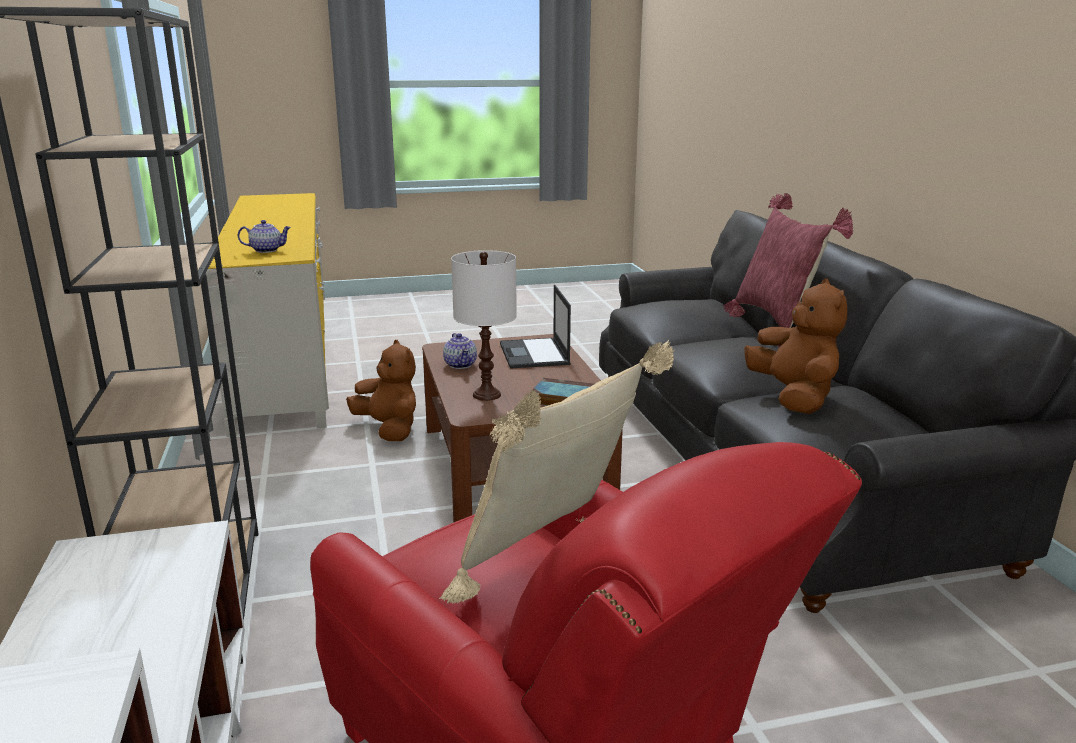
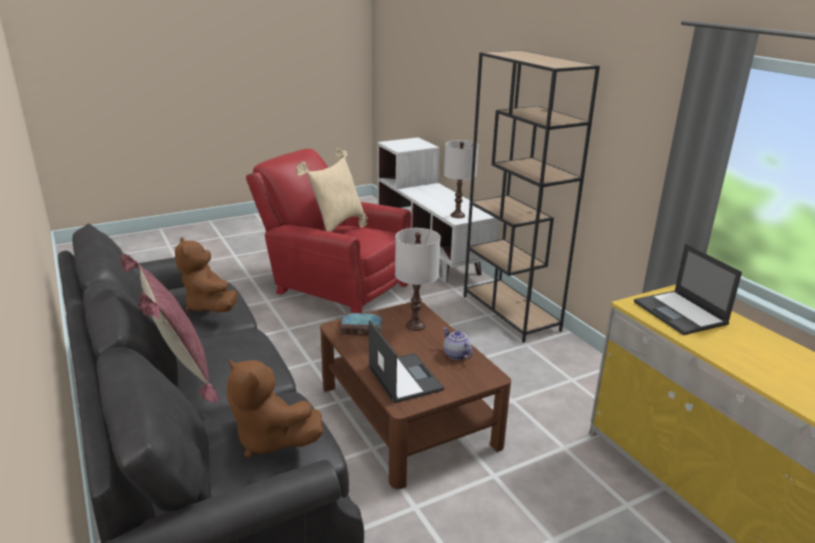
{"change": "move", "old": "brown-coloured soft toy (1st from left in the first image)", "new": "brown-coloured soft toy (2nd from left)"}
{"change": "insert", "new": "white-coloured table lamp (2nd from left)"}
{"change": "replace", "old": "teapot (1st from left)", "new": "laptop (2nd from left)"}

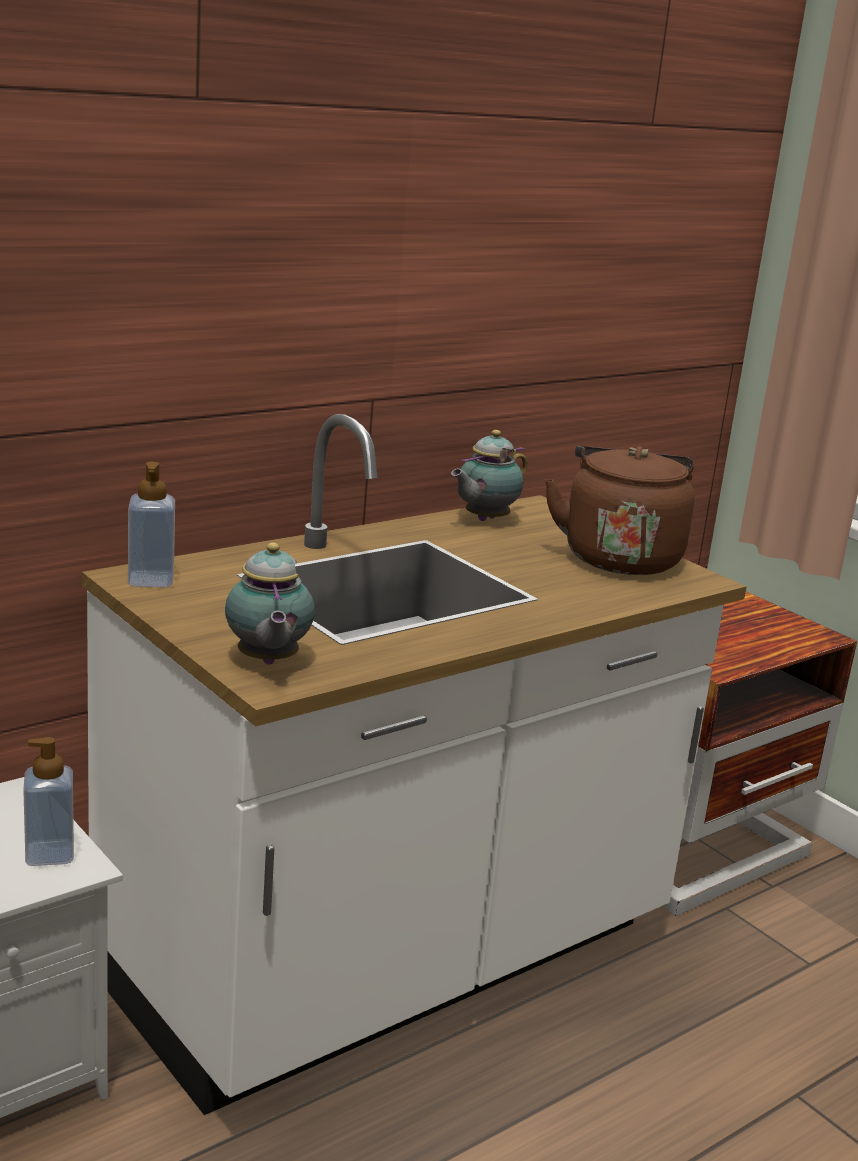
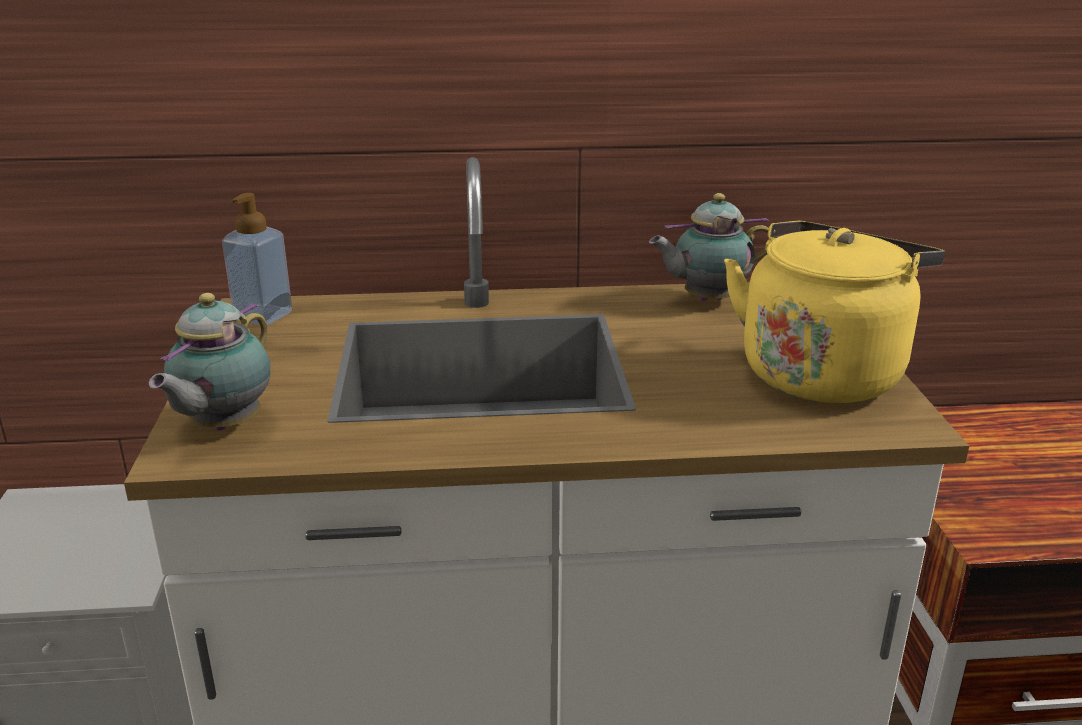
{"change": "recolor", "old": "brown-coloured tea kettle", "new": "yellow tea kettle"}
{"change": "delete", "old": "liquid soap bottle (1st from left)"}

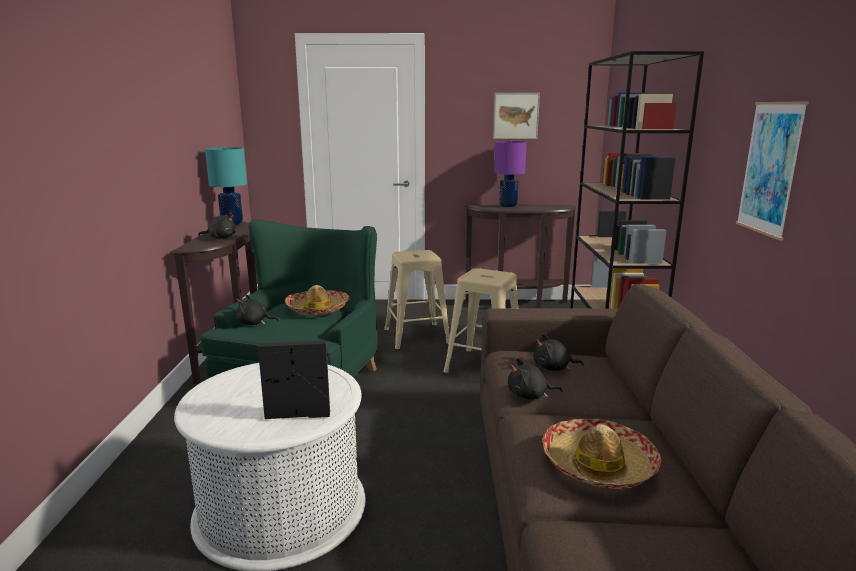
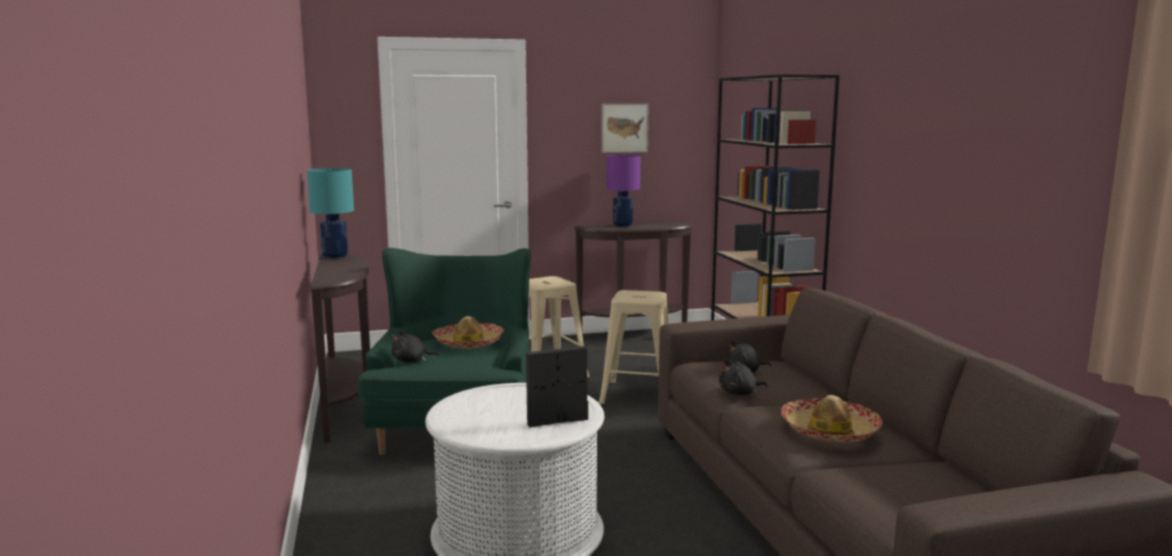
{"change": "delete", "old": "black-coloured soft toy (1st from left)"}
{"change": "delete", "old": "wall picture (2nd from left)"}

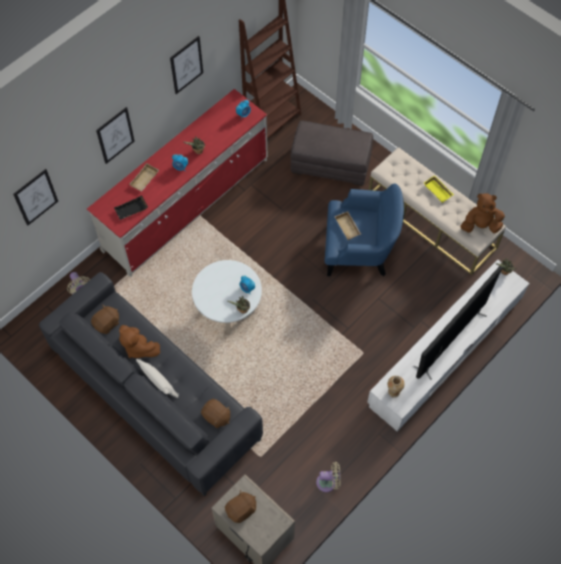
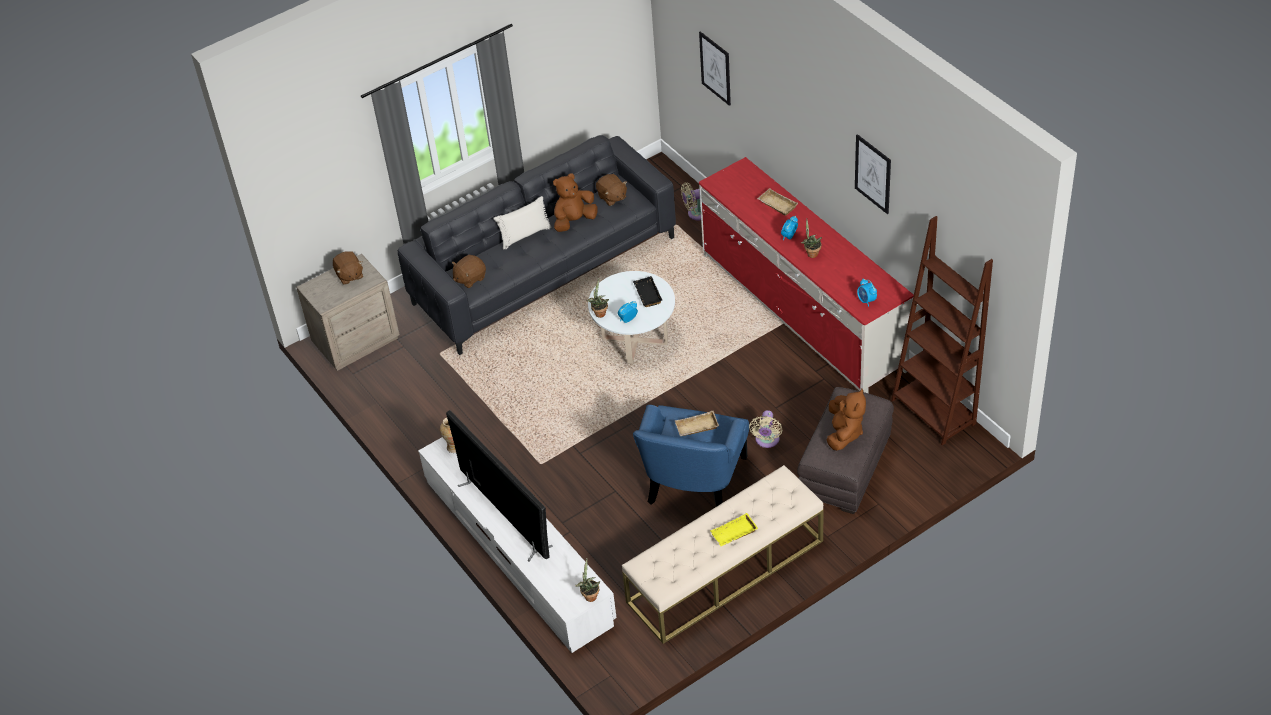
{"change": "move", "old": "black-coloured tray"}
{"change": "move", "old": "beige-coloured electric fan (2nd from left)"}
{"change": "move", "old": "brown-coloured soft toy (5th from left)"}
{"change": "delete", "old": "wall picture (2nd from left)"}

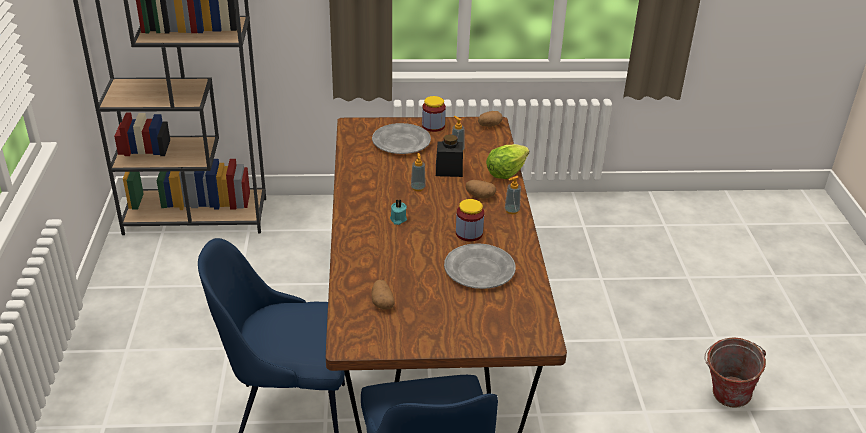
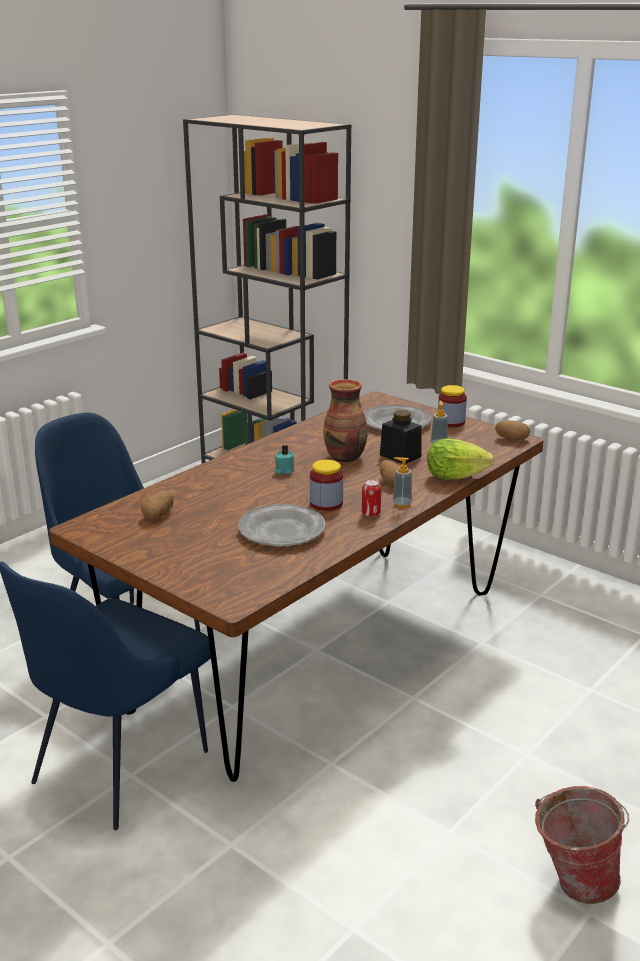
{"change": "replace", "old": "liquid soap bottle (1st from left)", "new": "flower vase"}
{"change": "insert", "new": "sealed can"}

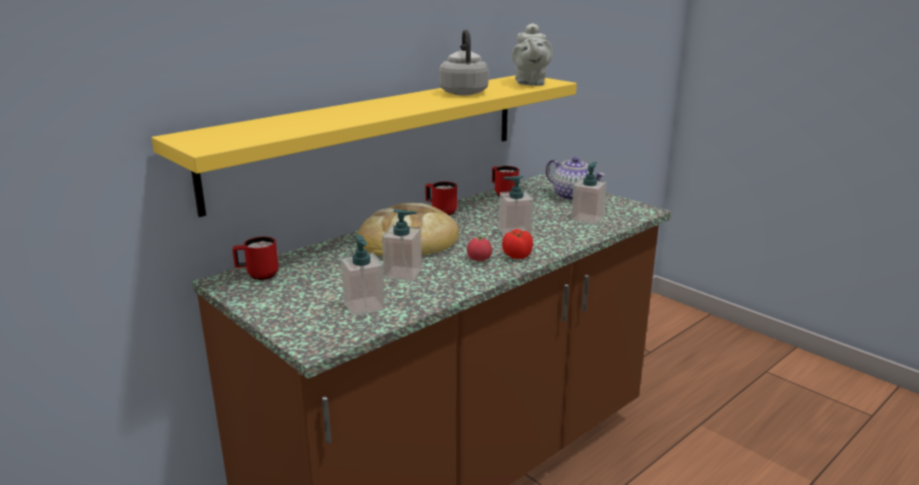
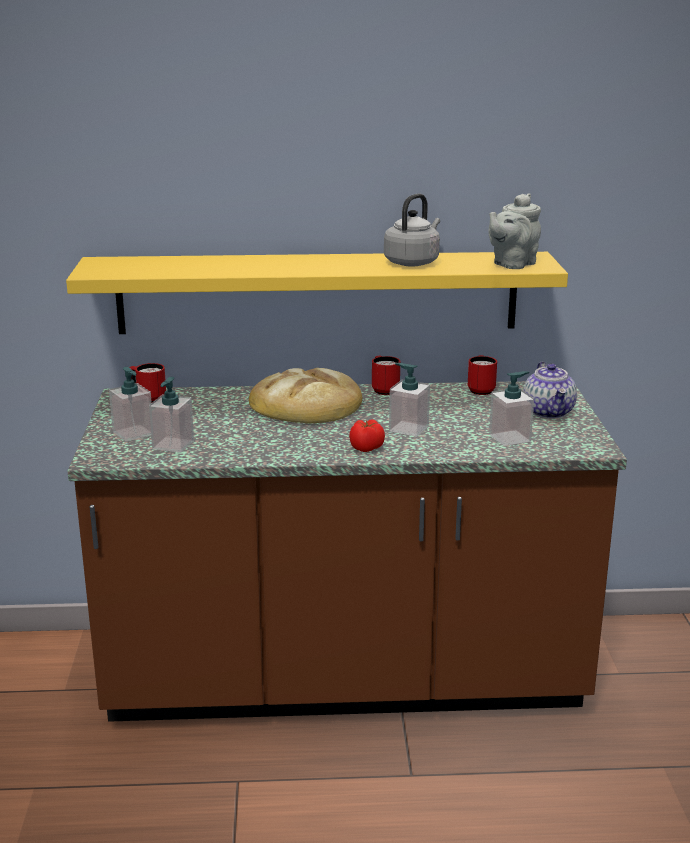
{"change": "move", "old": "liquid soap bottle (2nd from left in the first image)", "new": "liquid soap bottle (1st from left)"}
{"change": "delete", "old": "tomato (1st from left)"}

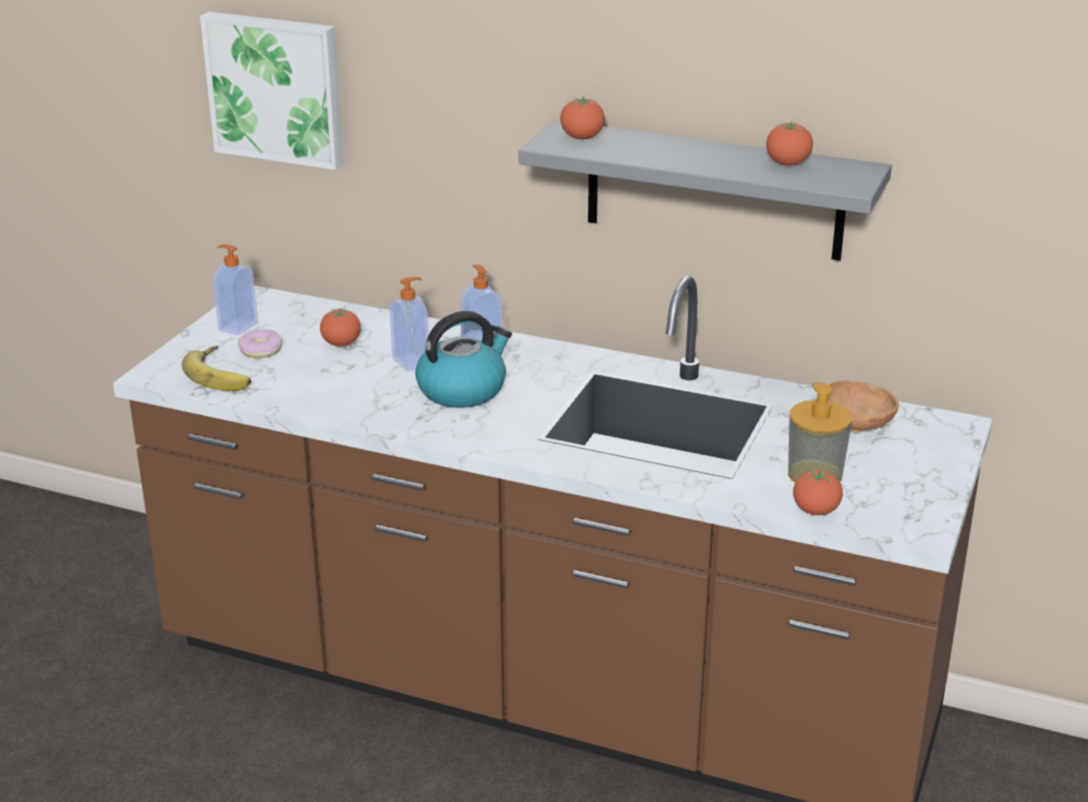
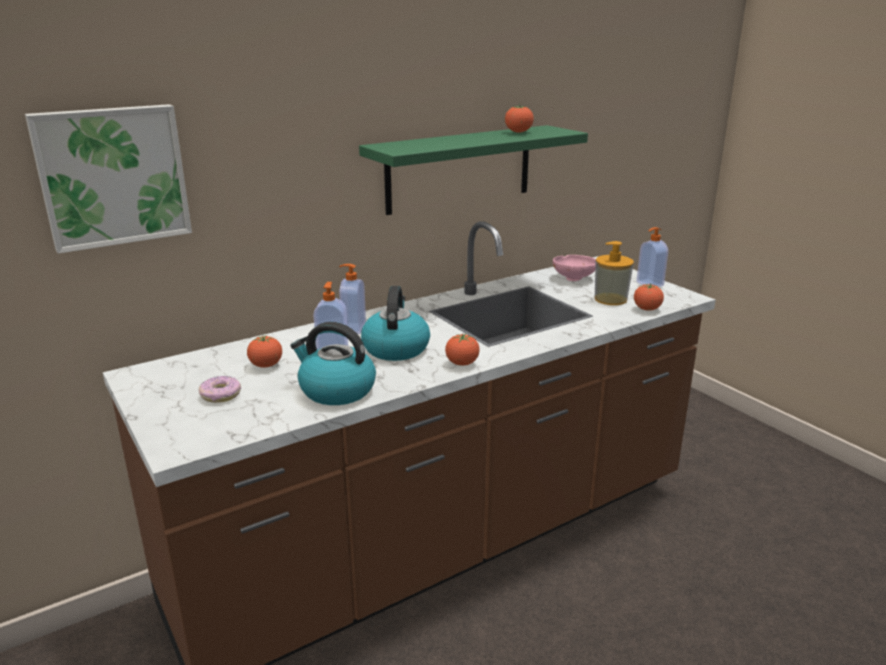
{"change": "insert", "new": "tea kettle (1st from left)"}
{"change": "recolor", "old": "greyish wall shelf", "new": "green-coloured wall shelf"}
{"change": "move", "old": "tomato (2nd from left)"}
{"change": "recolor", "old": "brown-coloured serving bowl", "new": "pink-coloured serving bowl"}
{"change": "move", "old": "liquid soap bottle (1st from left in the first image)", "new": "liquid soap bottle (4th from left)"}
{"change": "delete", "old": "banana"}

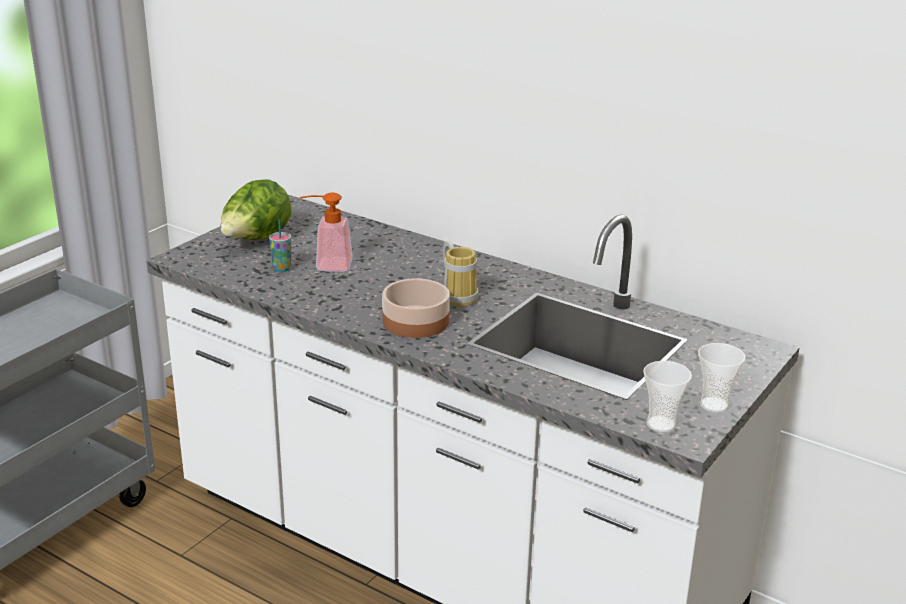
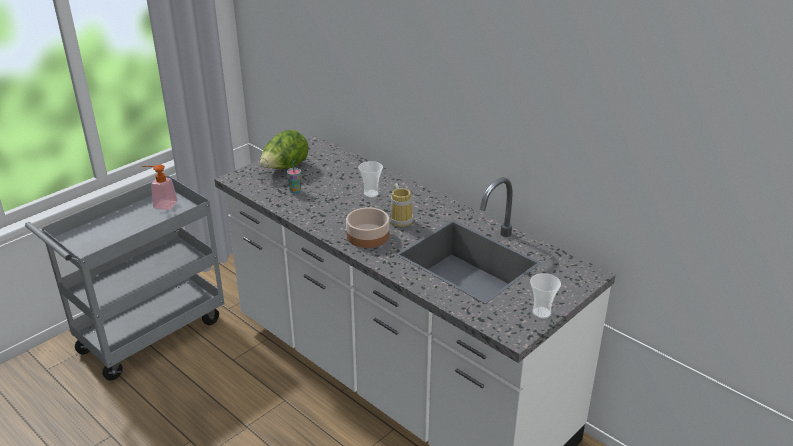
{"change": "move", "old": "liquid soap bottle"}
{"change": "move", "old": "small cup (2nd from left)"}

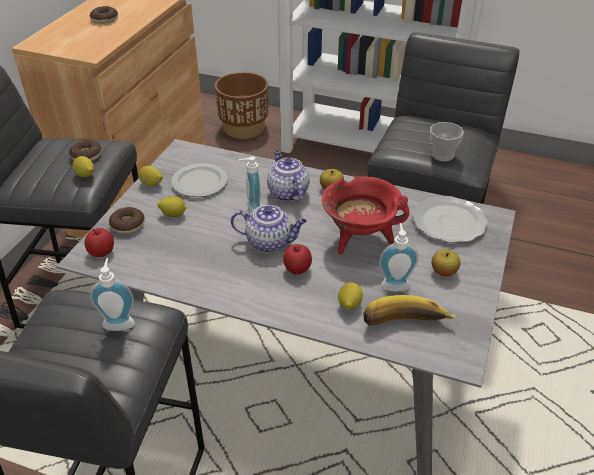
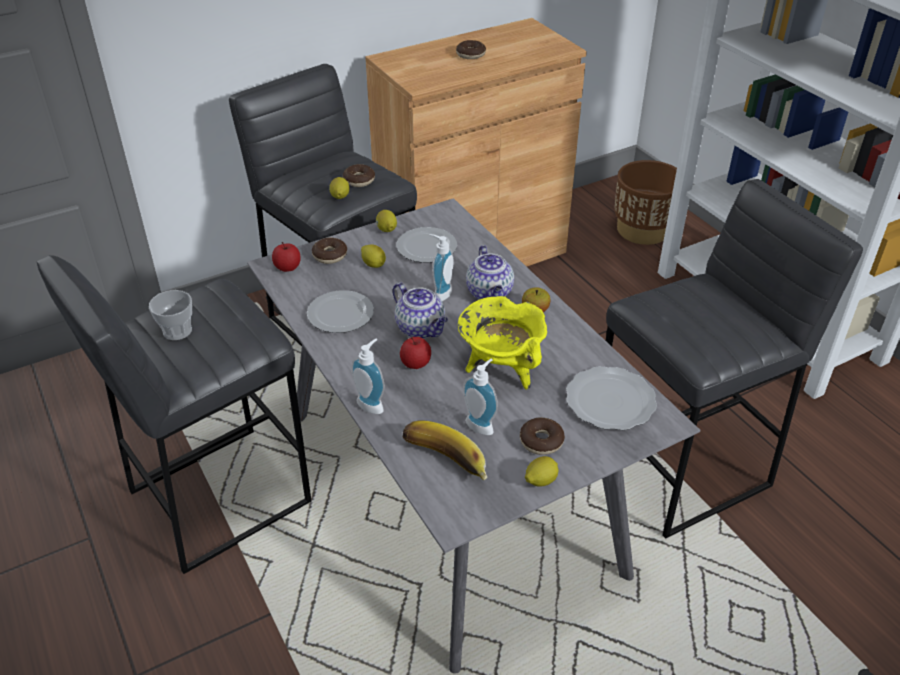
{"change": "move", "old": "small cup"}
{"change": "insert", "new": "plate (1st from left)"}
{"change": "move", "old": "liquid soap bottle (1st from left)"}
{"change": "recolor", "old": "red-coloured stockpot", "new": "yellow stockpot"}
{"change": "rotate", "old": "teapot (2nd from left)", "degrees": 150}
{"change": "replace", "old": "whole apple (4th from left)", "new": "ring doughnut (4th from left)"}
{"change": "move", "old": "citrus fruit (4th from left)"}

